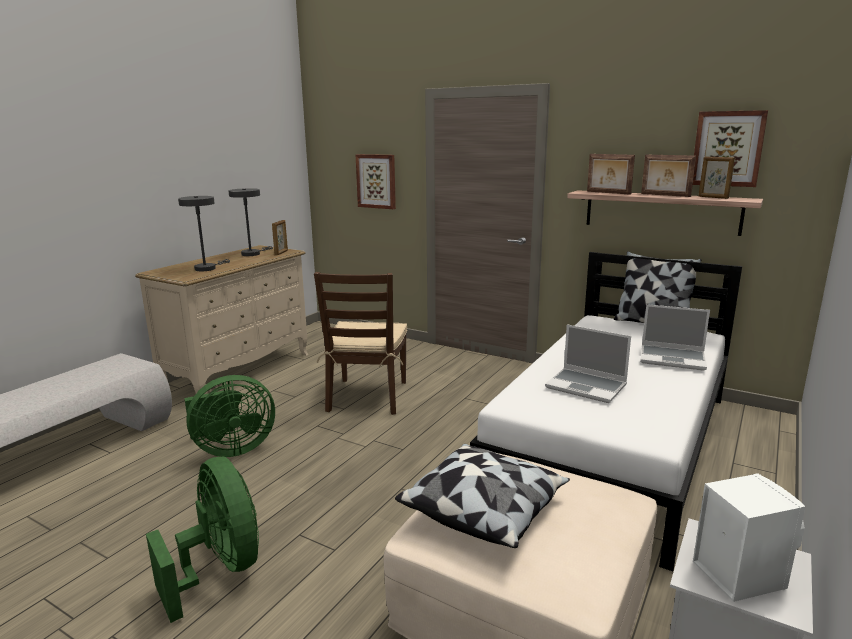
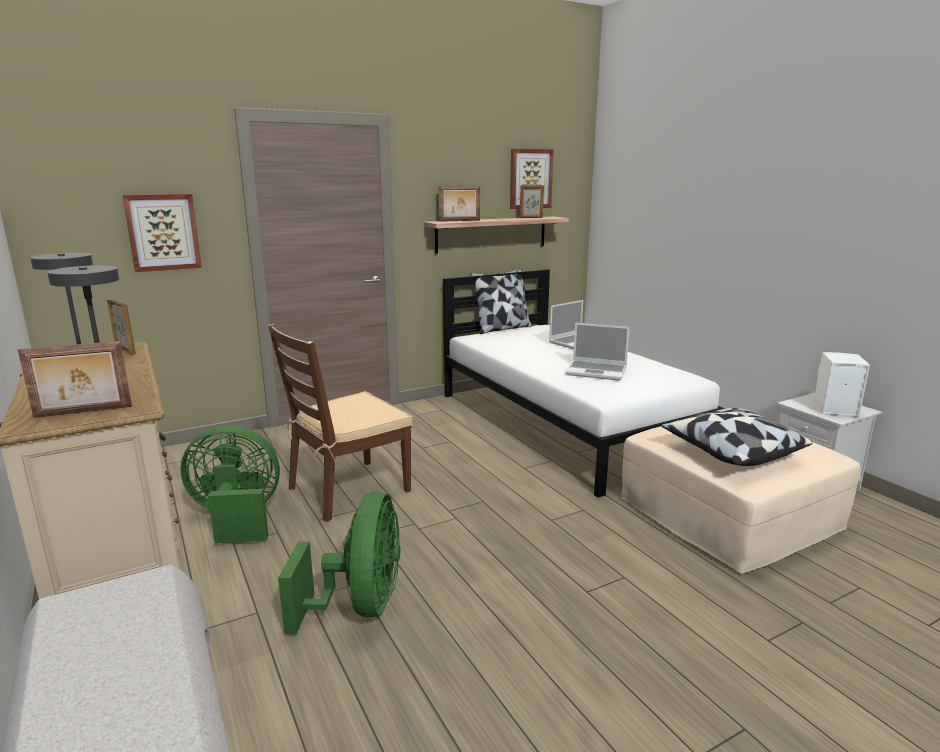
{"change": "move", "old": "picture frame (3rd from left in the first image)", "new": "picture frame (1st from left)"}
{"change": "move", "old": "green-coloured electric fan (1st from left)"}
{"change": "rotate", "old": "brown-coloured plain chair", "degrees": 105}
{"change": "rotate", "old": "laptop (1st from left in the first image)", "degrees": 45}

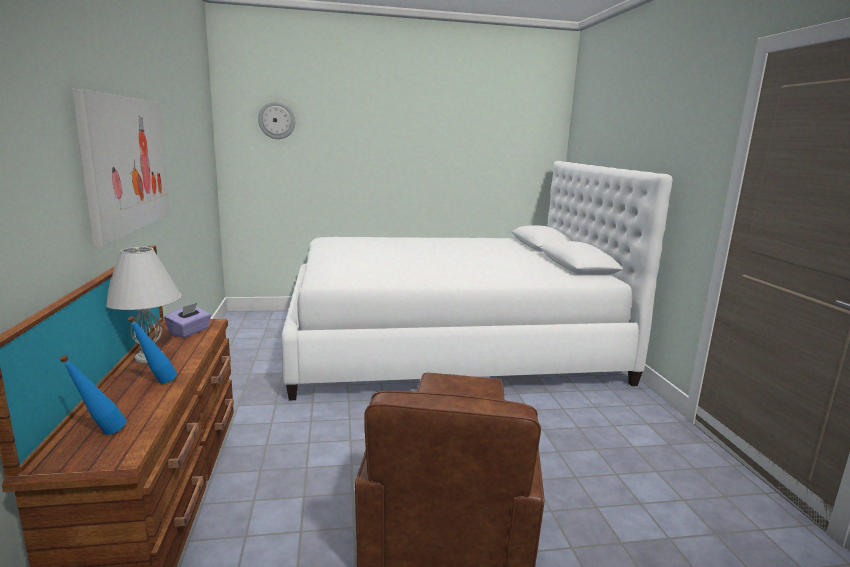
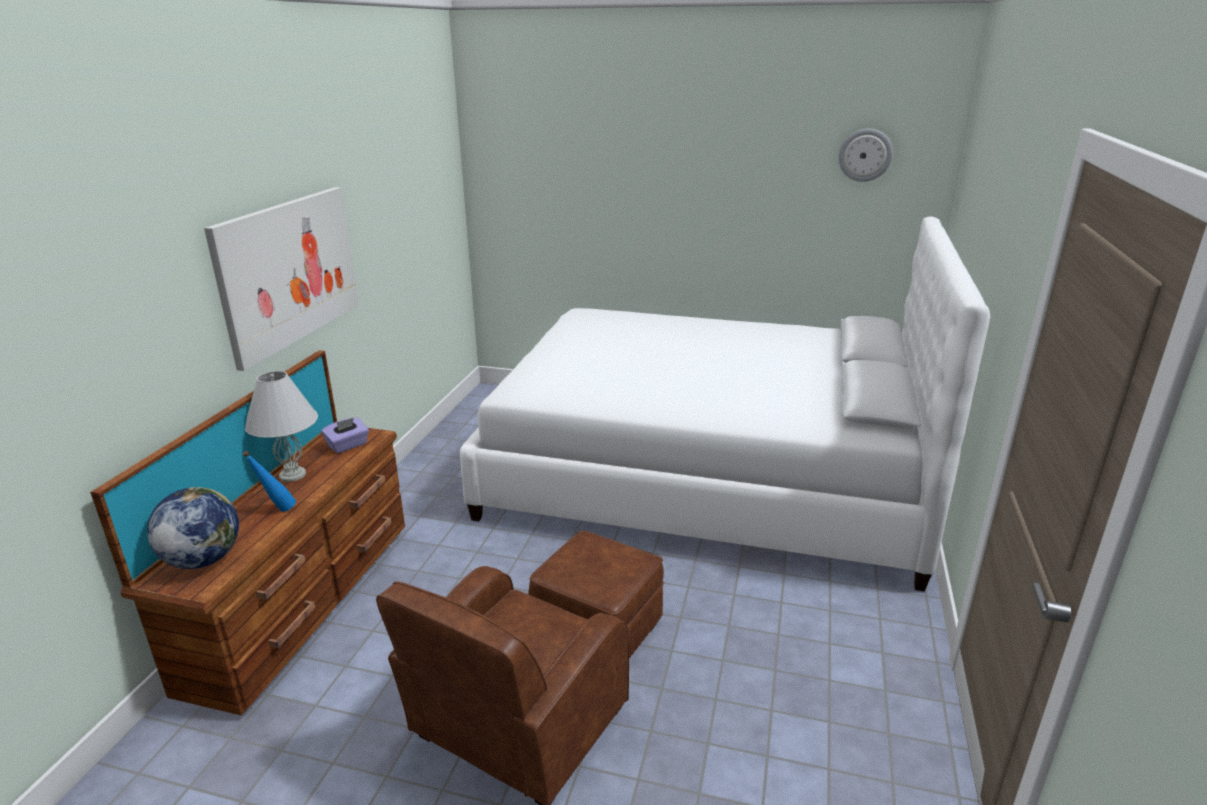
{"change": "replace", "old": "blue-coloured bottle (1st from left)", "new": "desk globe"}
{"change": "move", "old": "wall clock"}

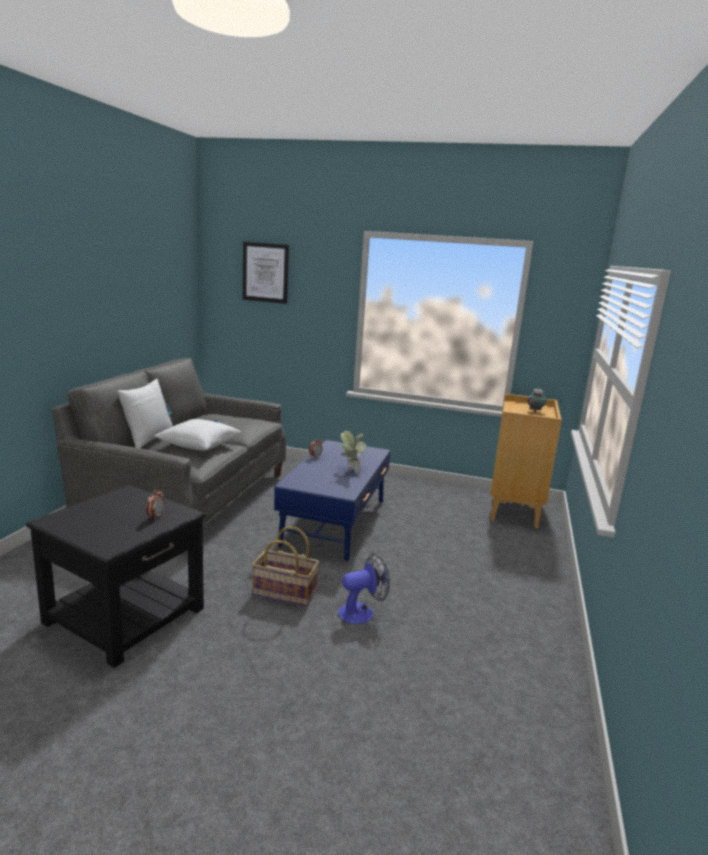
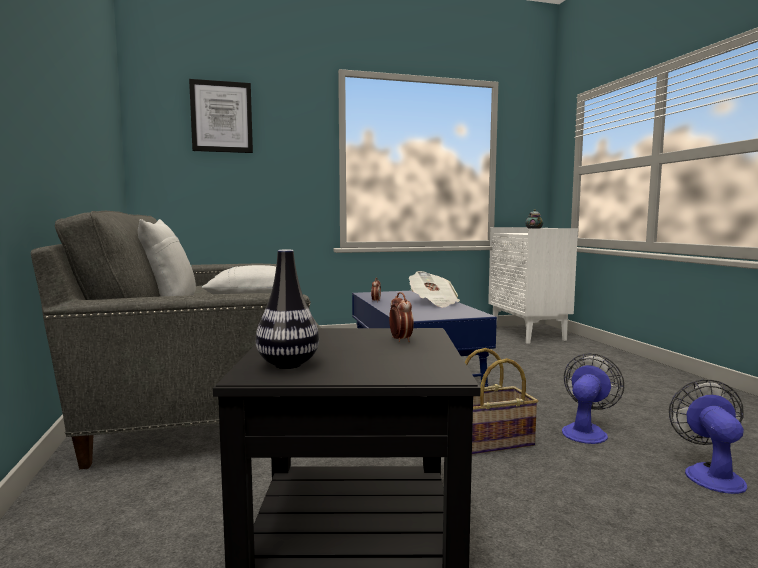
{"change": "insert", "new": "flower vase"}
{"change": "replace", "old": "houseplant", "new": "newspaper"}
{"change": "recolor", "old": "brown-coloured cabinet", "new": "white-coloured cabinet"}
{"change": "insert", "new": "electric fan (2nd from left)"}

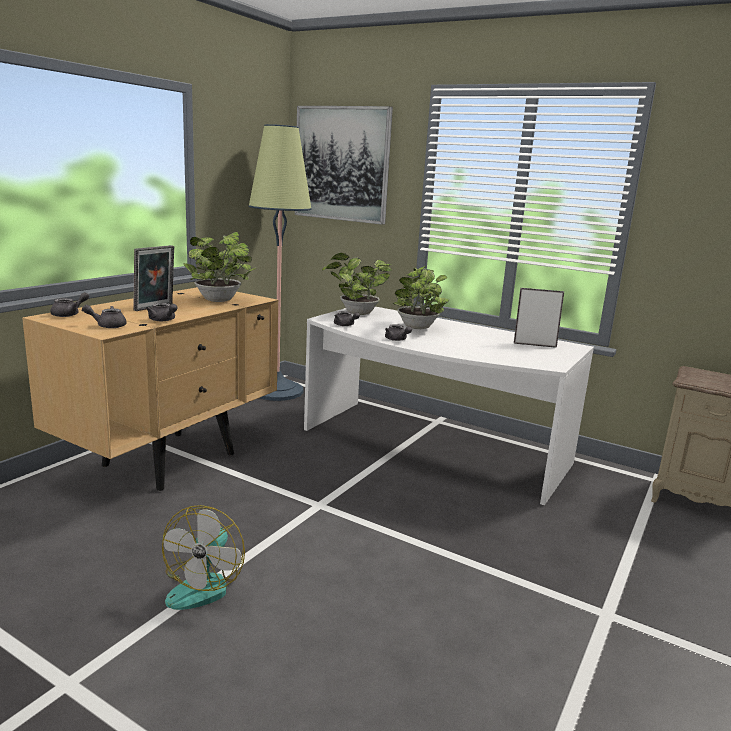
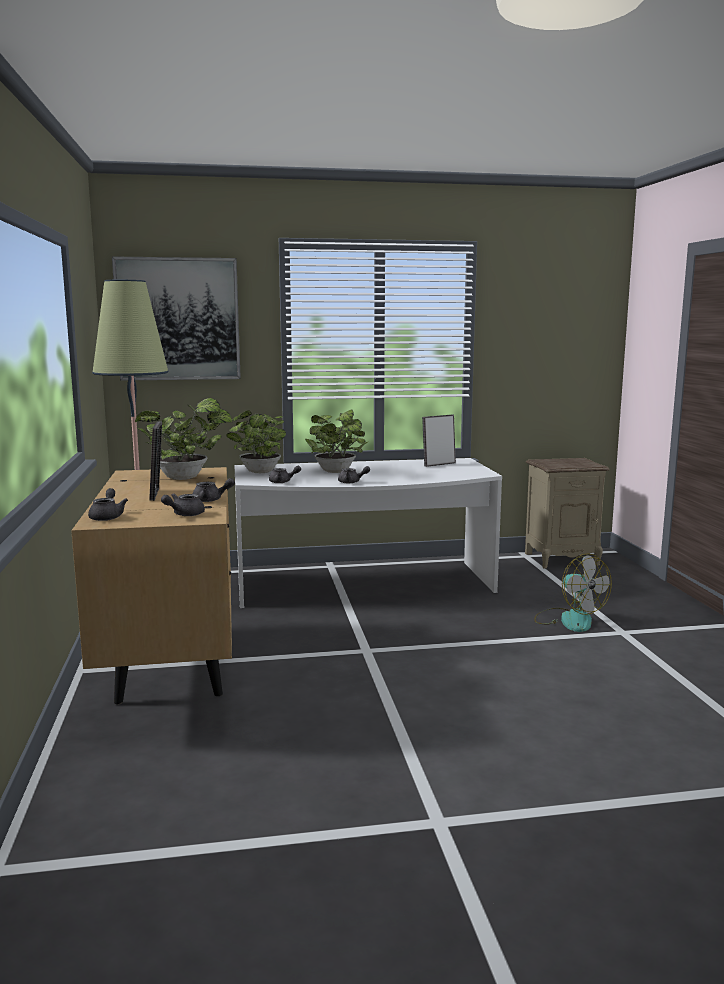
{"change": "move", "old": "electric fan"}

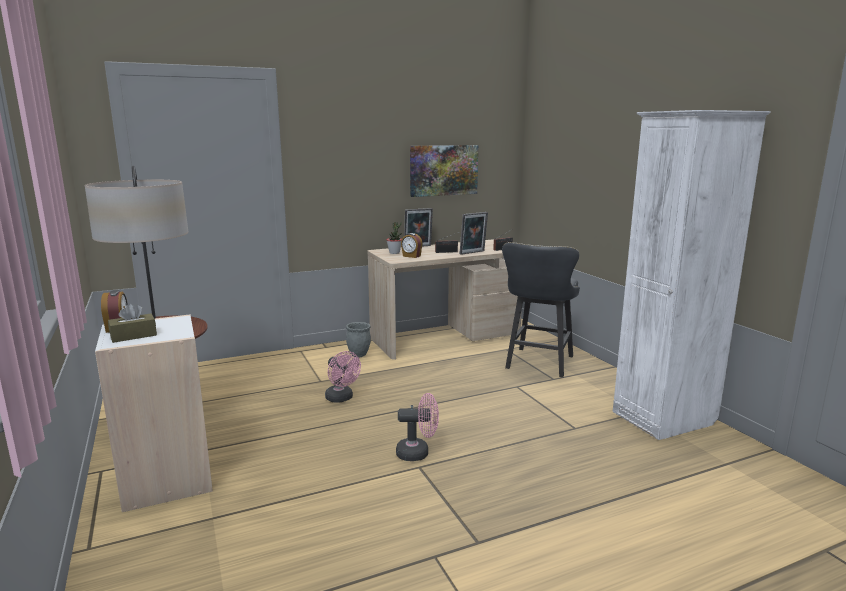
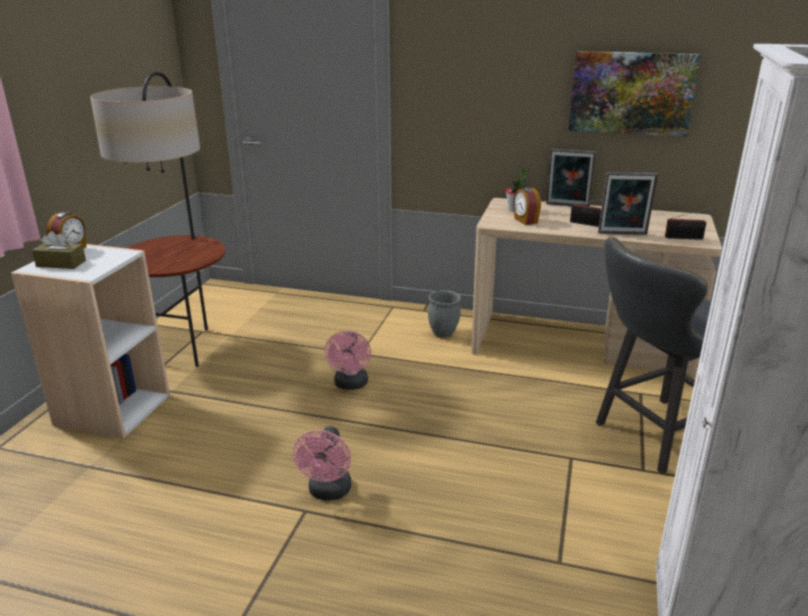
{"change": "rotate", "old": "pink-coloured electric fan (2nd from left in the first image)", "degrees": 60}

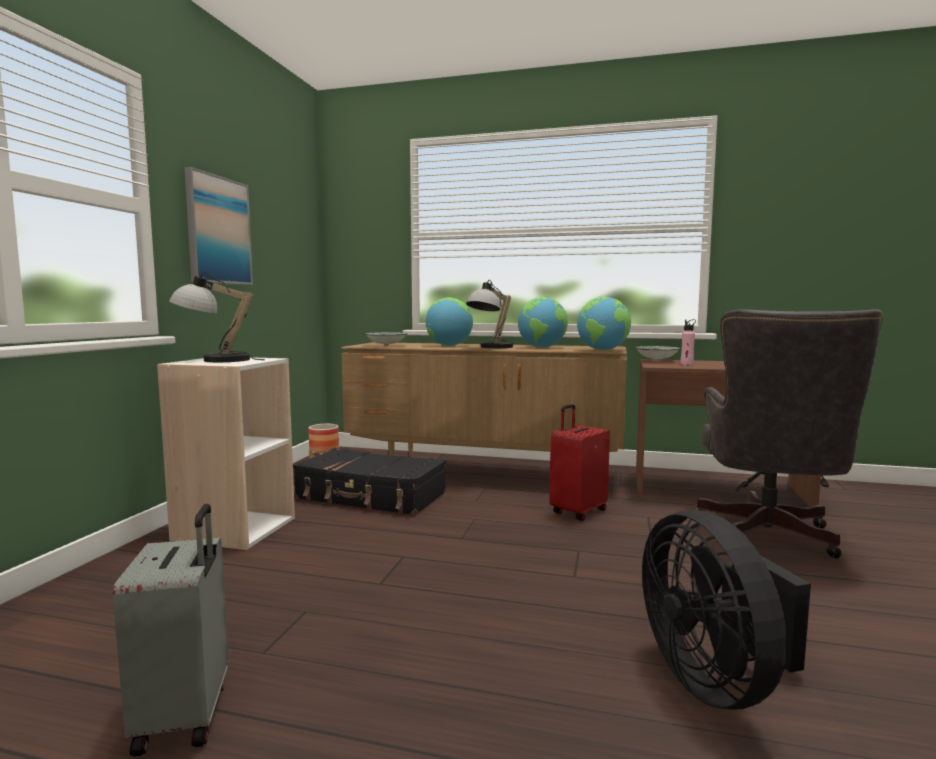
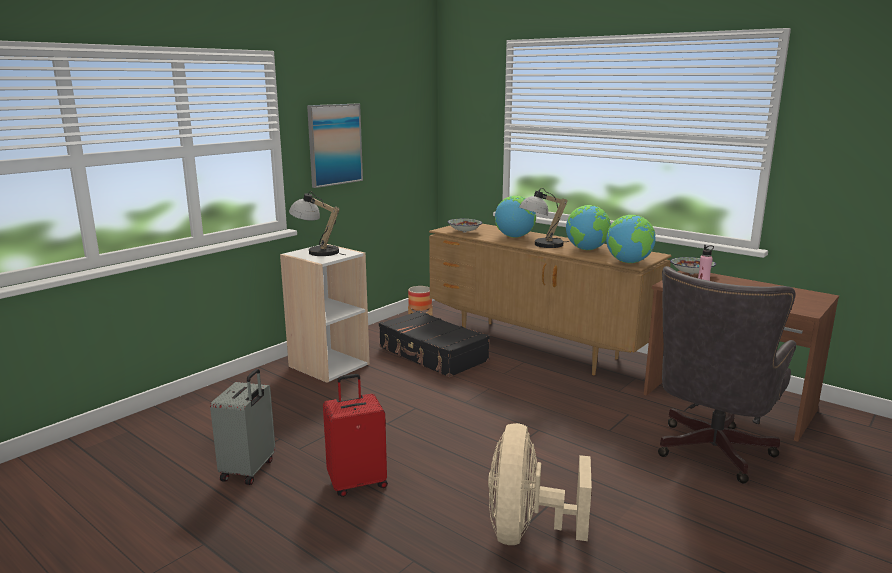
{"change": "move", "old": "red-coloured travel case"}
{"change": "recolor", "old": "black-coloured electric fan", "new": "beige-coloured electric fan"}

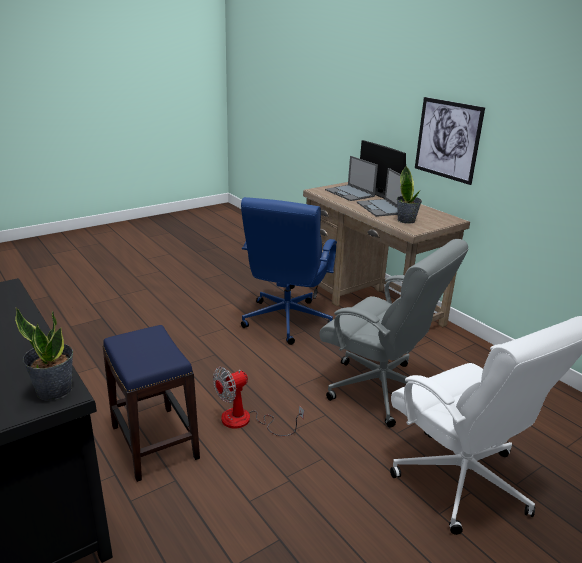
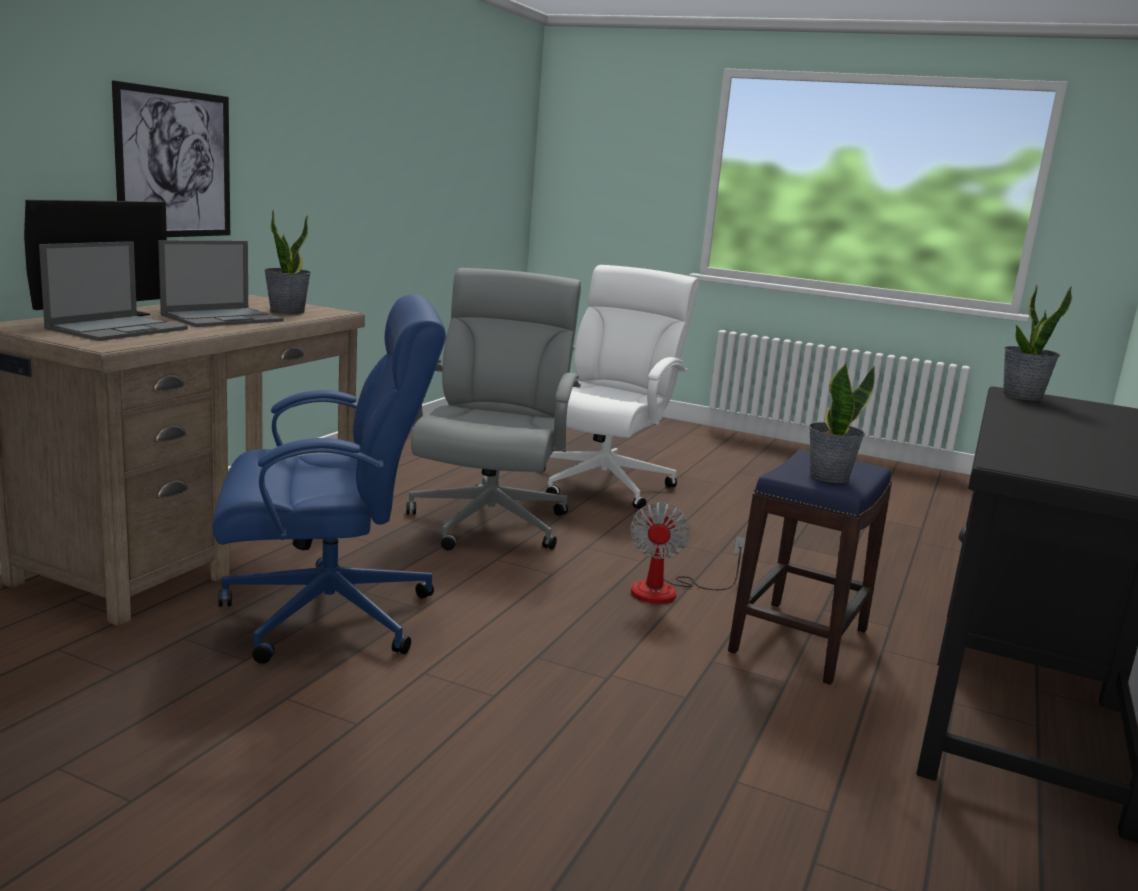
{"change": "rotate", "old": "electric fan", "degrees": 75}
{"change": "insert", "new": "houseplant (2nd from left)"}

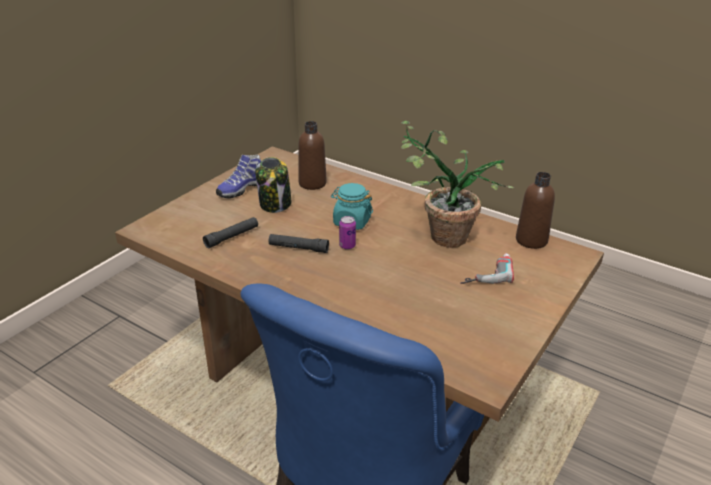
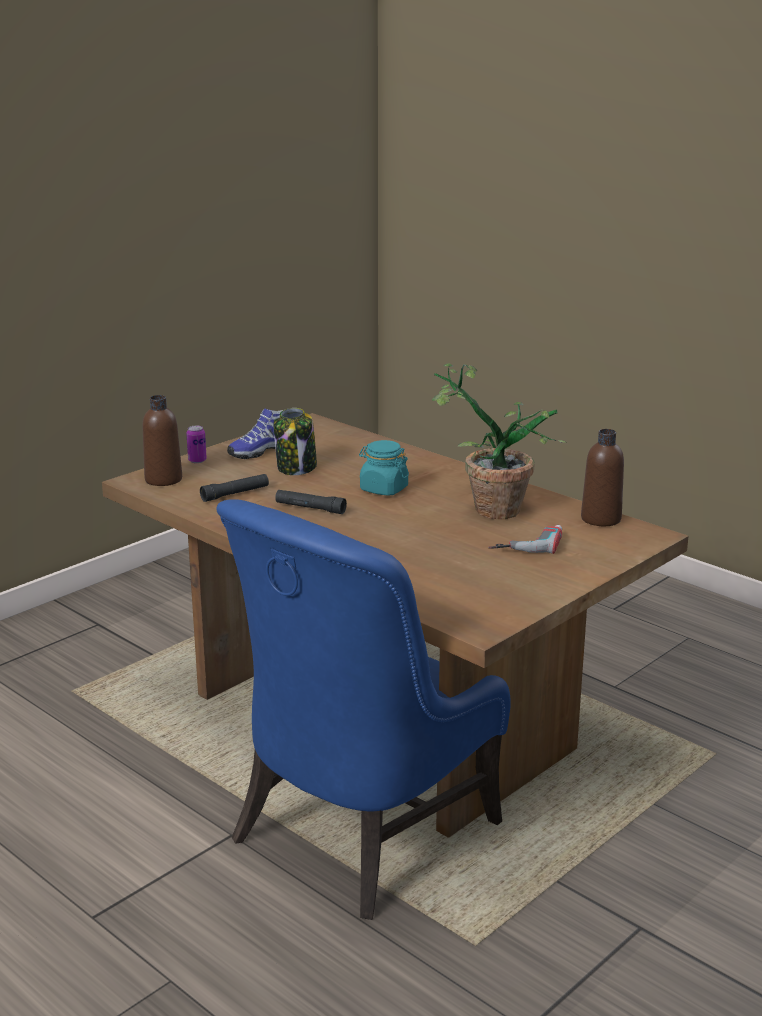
{"change": "move", "old": "brown-coloured bottle (1st from left)"}
{"change": "move", "old": "sealed can"}

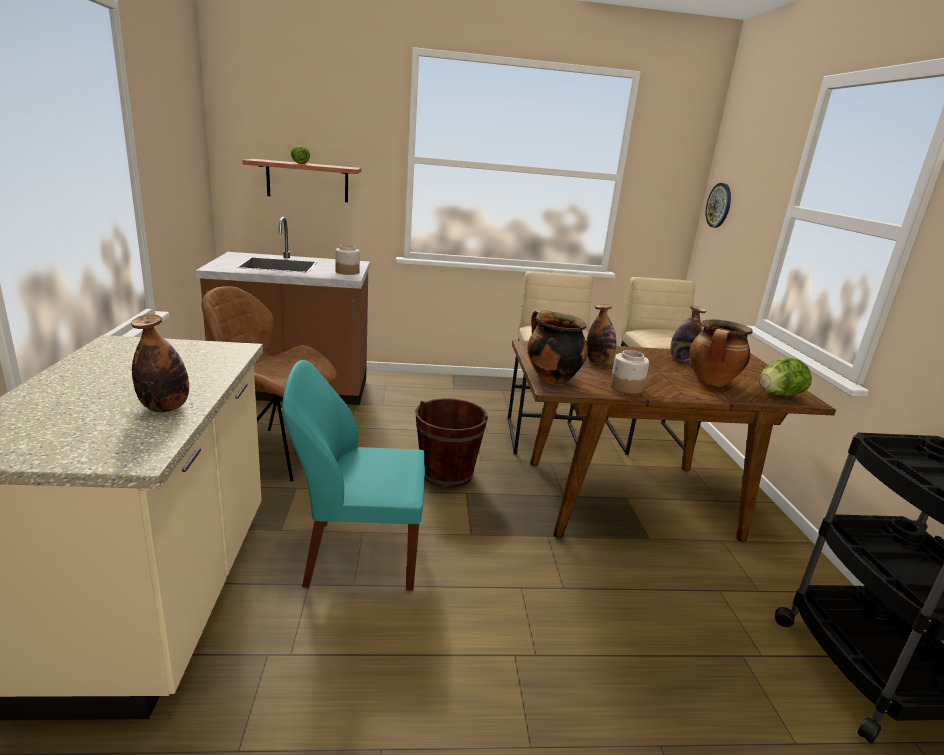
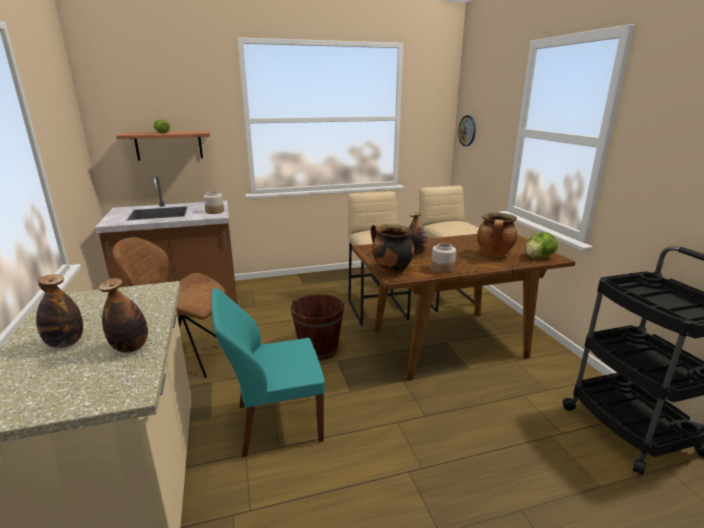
{"change": "move", "old": "bottle (3rd from left in the first image)", "new": "bottle (1st from left)"}

